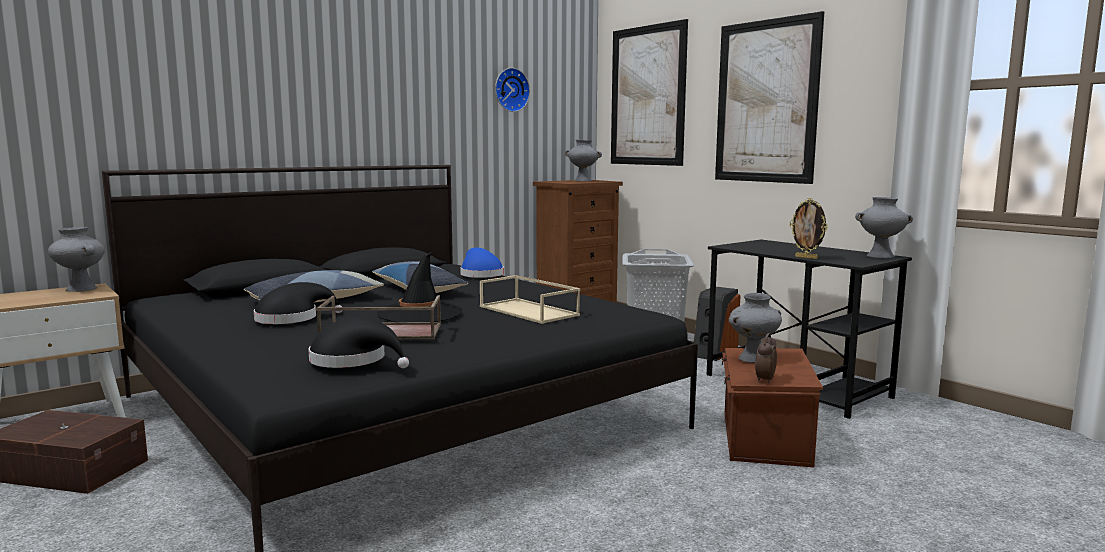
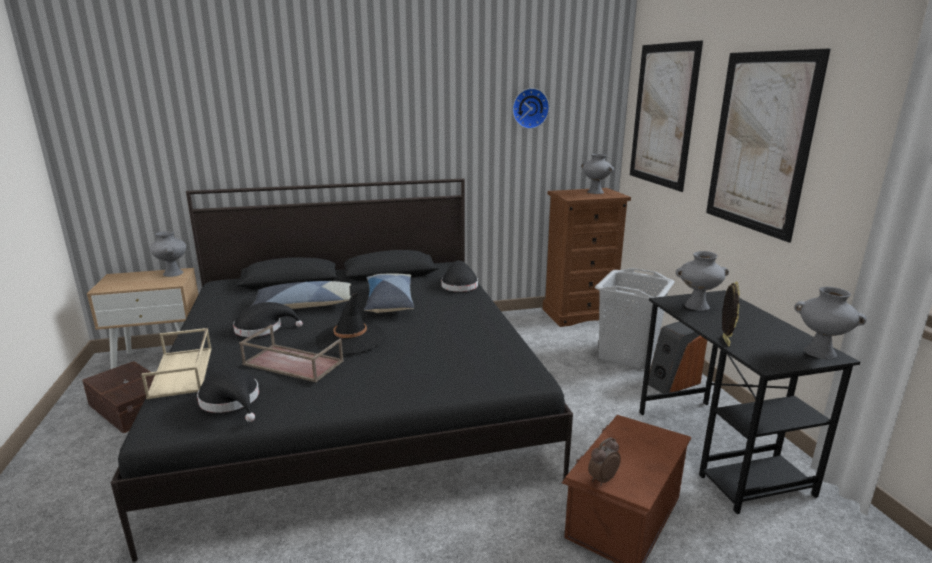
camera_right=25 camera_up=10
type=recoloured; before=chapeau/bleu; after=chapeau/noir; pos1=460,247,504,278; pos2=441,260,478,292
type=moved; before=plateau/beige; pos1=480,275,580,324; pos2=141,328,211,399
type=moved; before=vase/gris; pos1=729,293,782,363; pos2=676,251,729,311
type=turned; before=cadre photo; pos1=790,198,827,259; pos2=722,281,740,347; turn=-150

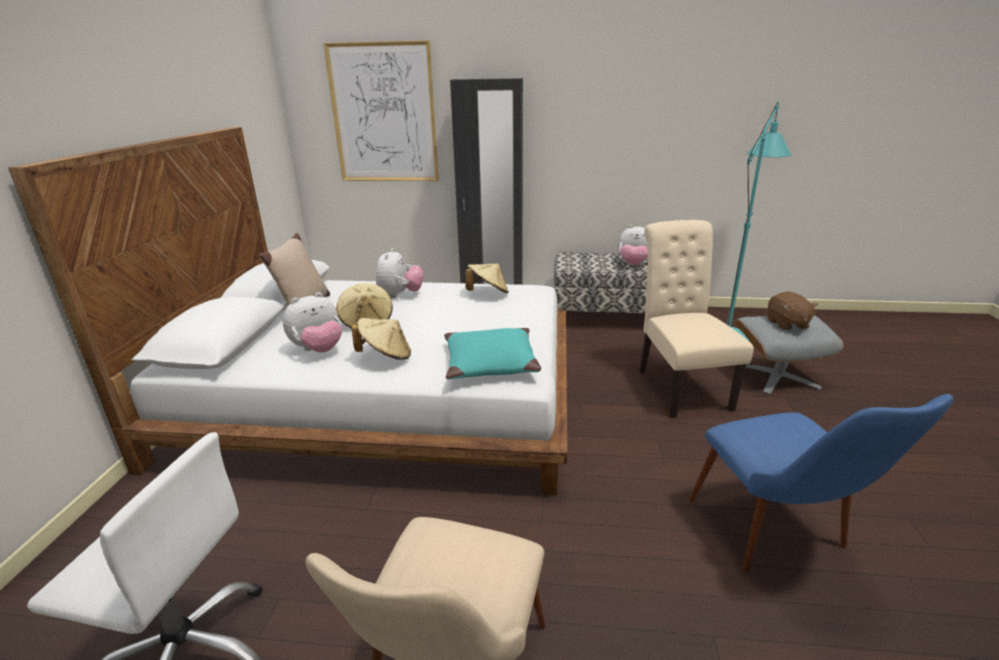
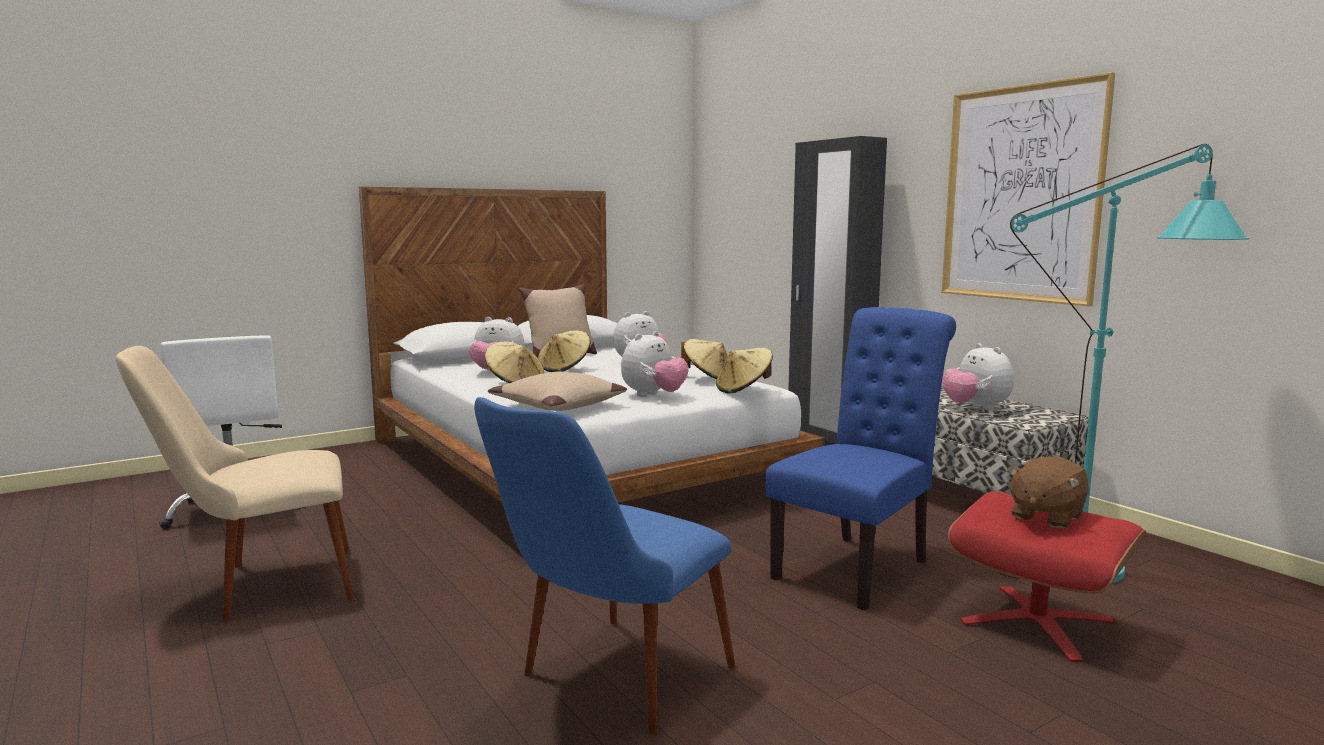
camera_right=50 camera_up=-15
type=moved; before=tableau; pos1=323,40,439,181; pos2=942,72,1115,306
type=recoloured; before=coussin/turquoise; after=coussin/beige; pos1=444,328,541,379; pos2=488,372,627,411
type=recoloured; before=chaise/beige; after=chaise/bleu; pos1=639,220,754,418; pos2=765,307,956,611
type=recoloured; before=pouf/gris; after=pouf/rouge; pos1=735,315,844,394; pos2=948,492,1146,662
type=added; after=peluche; pos2=621,331,689,397
type=added; after=chapeau/beige; pos2=716,348,773,393

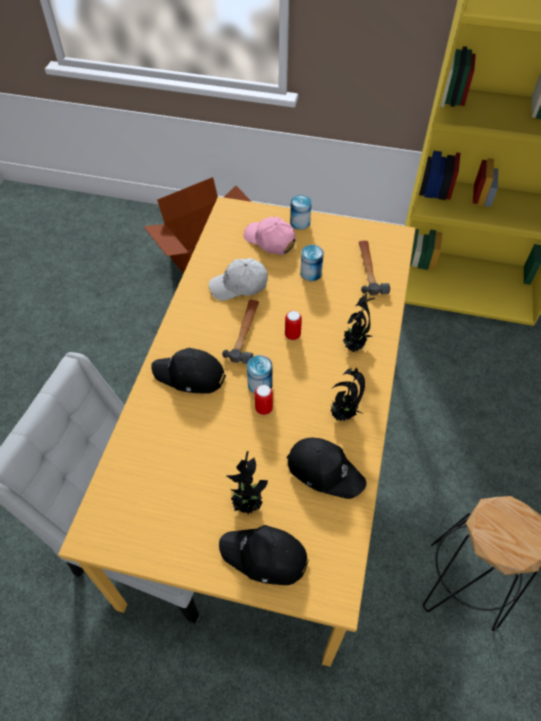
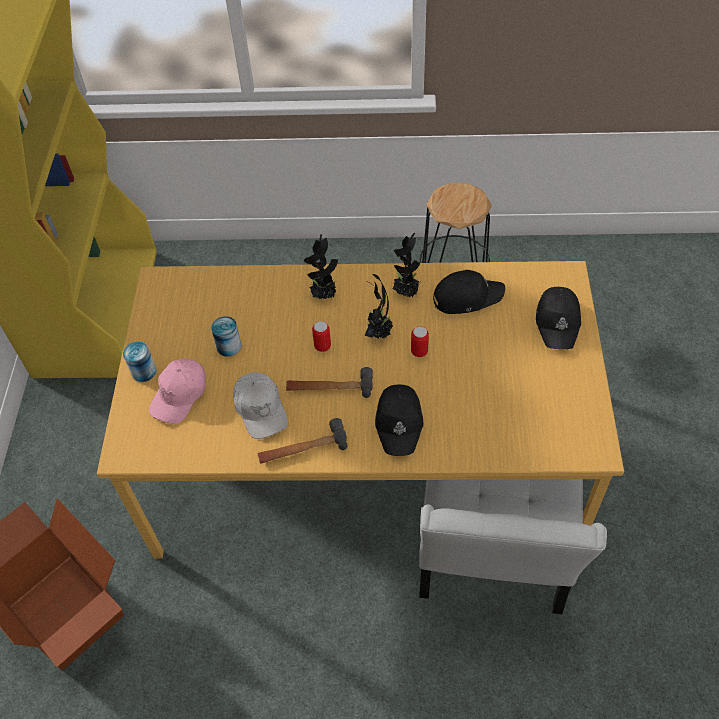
camera_right=-100 camera_up=0
type=moved; before=plante en pot; pos1=227,451,268,515; pos2=364,274,393,339
type=removed; before=boîte métallique; pos1=247,355,273,394
type=turned; before=casquette/noir; pos1=287,438,366,499; pos2=433,270,505,314; turn=60
type=moved; before=marteau; pos1=359,241,390,296; pos2=257,418,348,464

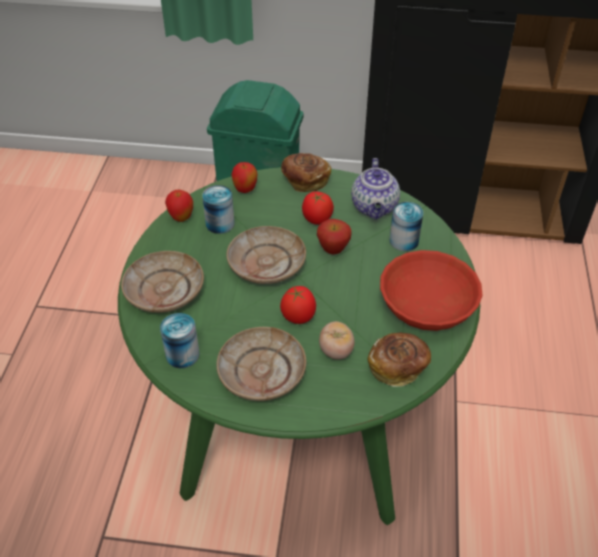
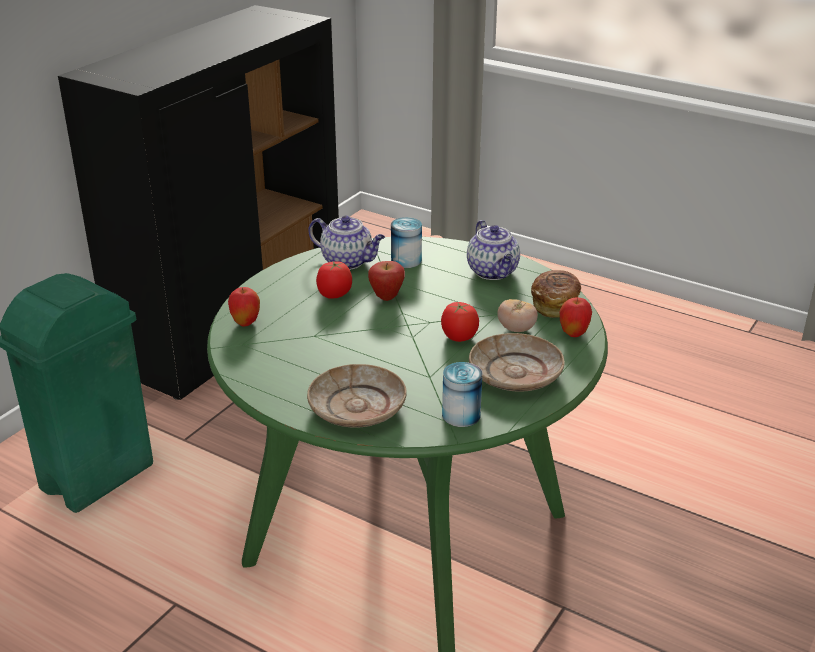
camera_right=-65 camera_up=-15
type=moved; before=pomme; pos1=165,190,193,222; pos2=560,298,592,337
type=removed; before=boîte métallique; pos1=202,185,235,234
type=removed; before=assiette/beige; pos1=226,226,306,284
type=removed; before=pain; pos1=281,153,331,192
type=replaced; before=bol/rouge; after=théière; pos1=380,250,483,331; pos2=467,220,520,280

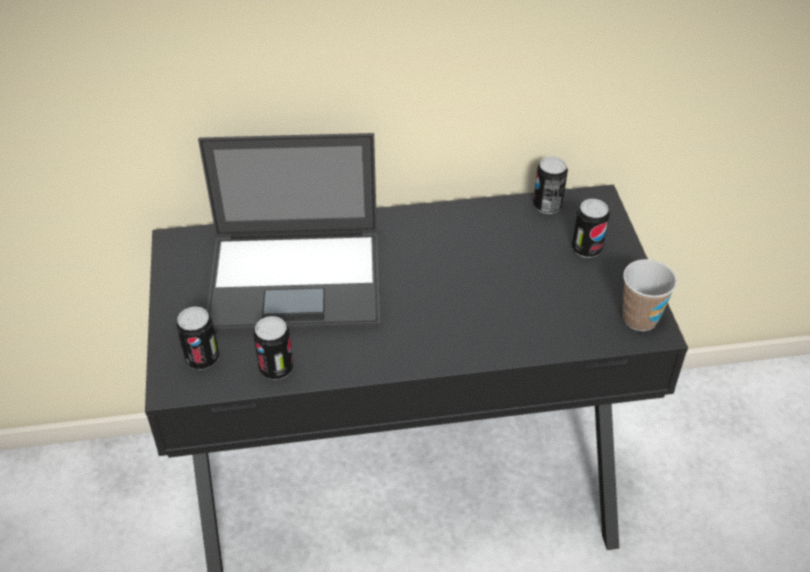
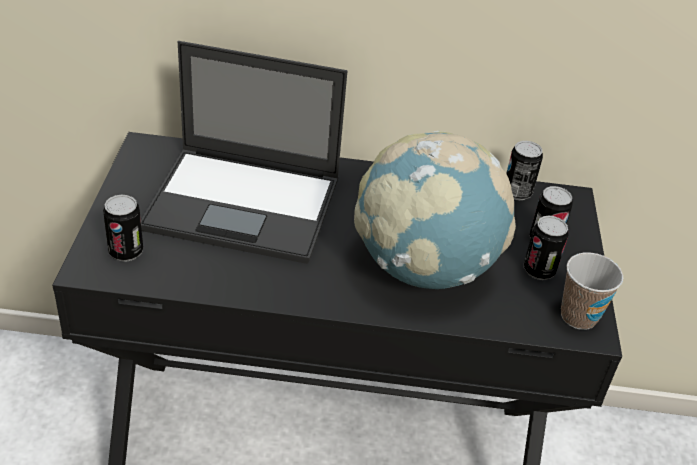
camera_right=10 camera_up=-5
type=moved; before=boîte métallique; pos1=254,316,293,380; pos2=524,216,568,280
type=added; after=globe; pos2=354,131,516,289

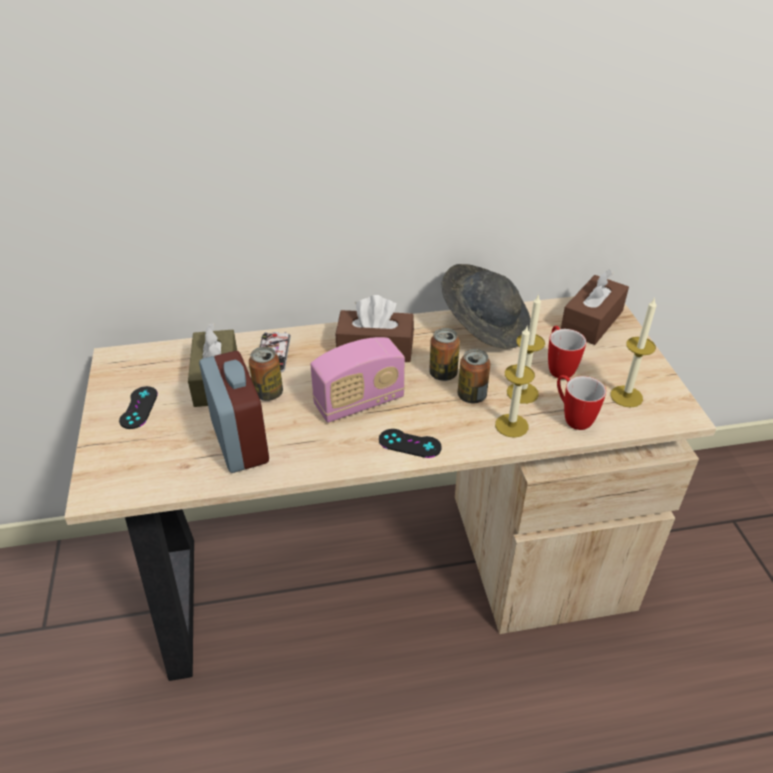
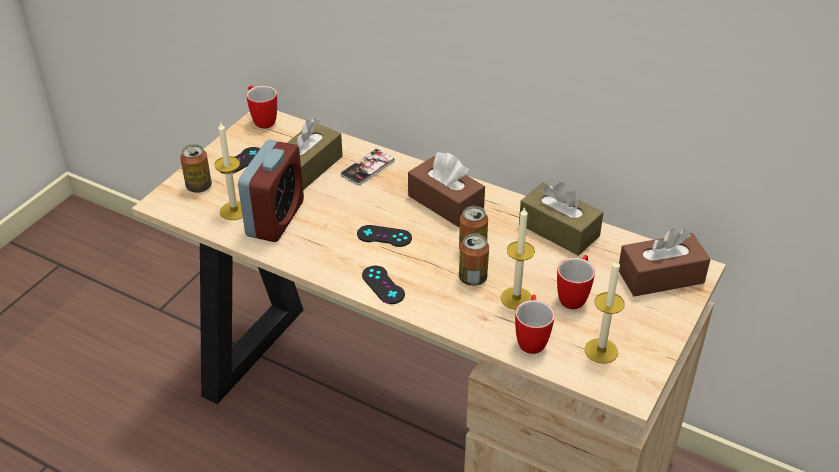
camera_right=40 camera_up=0
type=moved; before=boîte métallique; pos1=249,347,283,401; pos2=180,144,212,193
type=replaced; before=radio; after=manette/noir; pos1=310,337,405,423; pos2=357,225,412,247
type=replaced; before=chapeau/gris; after=boîte à mouchoirs/marron; pos1=441,264,531,349; pos2=519,182,603,256
type=moved; before=bougie; pos1=495,326,535,438; pos2=214,121,243,220
type=added; after=mug; pos2=246,86,277,128

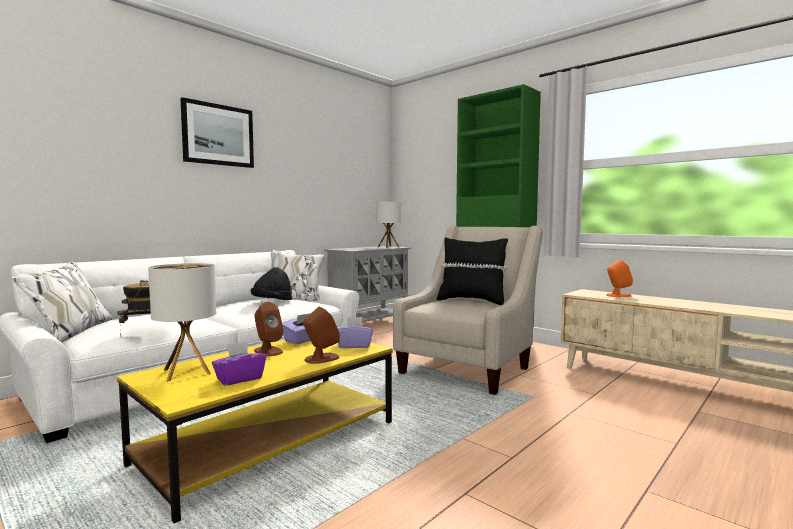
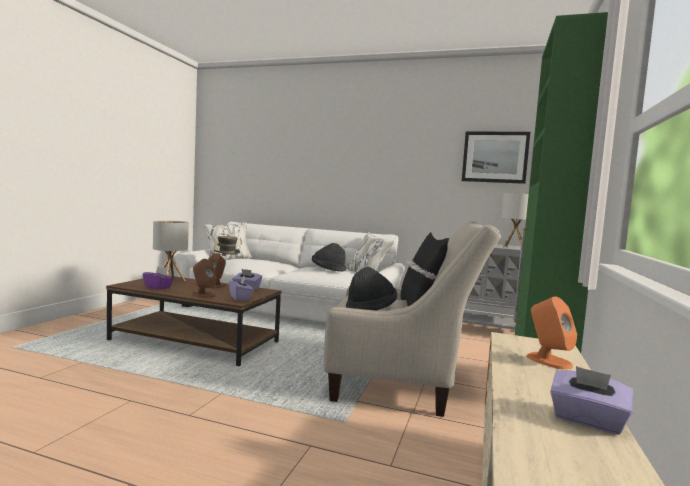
camera_right=65 camera_up=0
type=recoloured; before=table basse/jaune; after=table basse/marron; pos1=117,340,393,523; pos2=106,276,281,366
type=moved; before=tableau; pos1=180,97,254,168; pos2=462,131,530,184
type=added; after=chapeau/noir; pos2=346,267,397,311
type=added; after=boîte à mouchoirs/violet; pos2=550,366,633,435

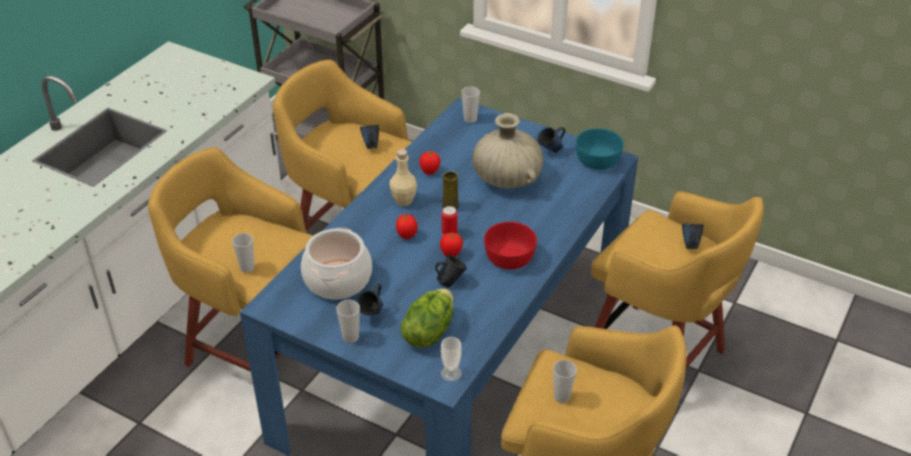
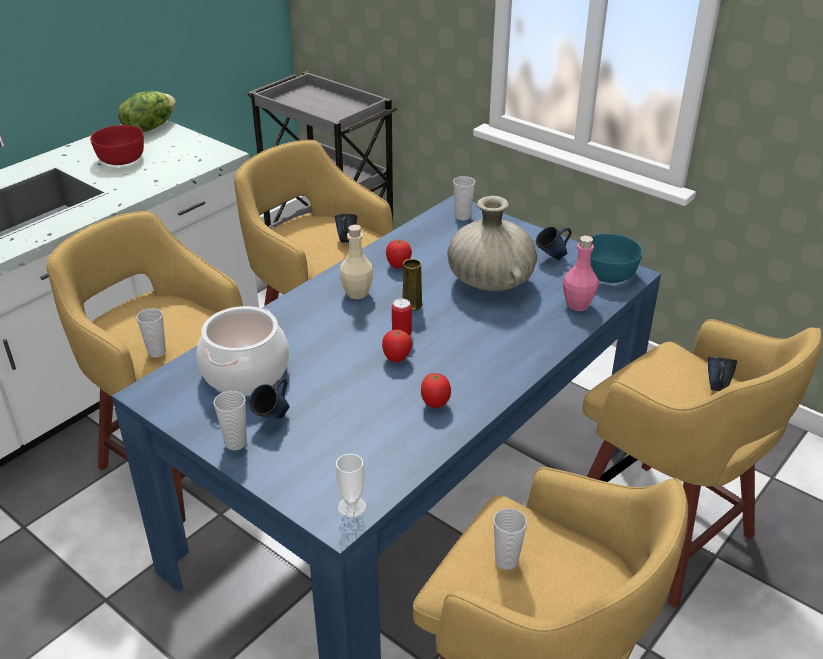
camera_right=10 camera_up=-5
type=moved; before=tomate; pos1=396,214,418,239; pos2=421,373,451,408
type=moved; before=laitue; pos1=401,288,453,348; pos2=118,91,176,132
type=removed; before=mug/bleu; pos1=435,255,467,288
type=moved; before=bol/rouge; pos1=484,222,537,269; pos2=90,125,144,165
type=added; after=bouteille/rose; pos2=563,236,599,311

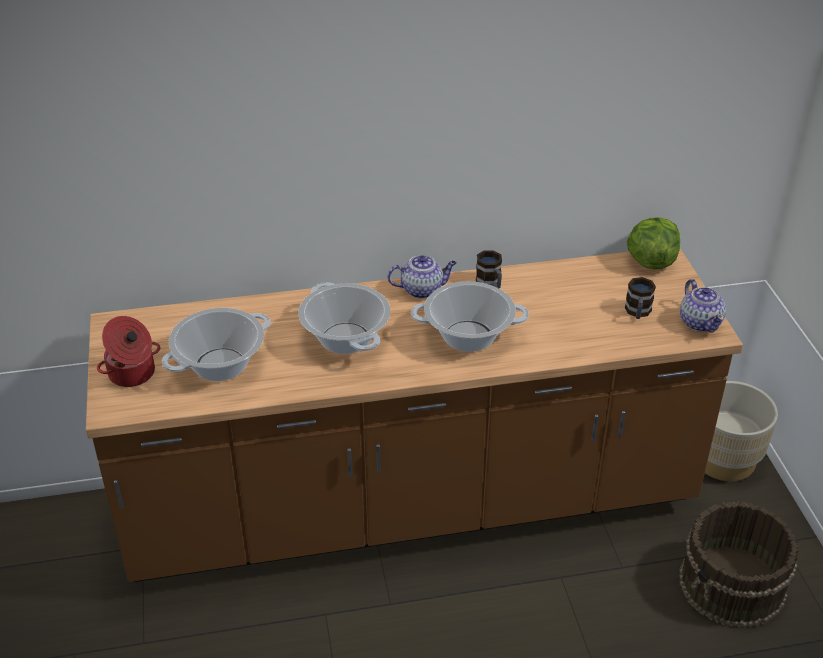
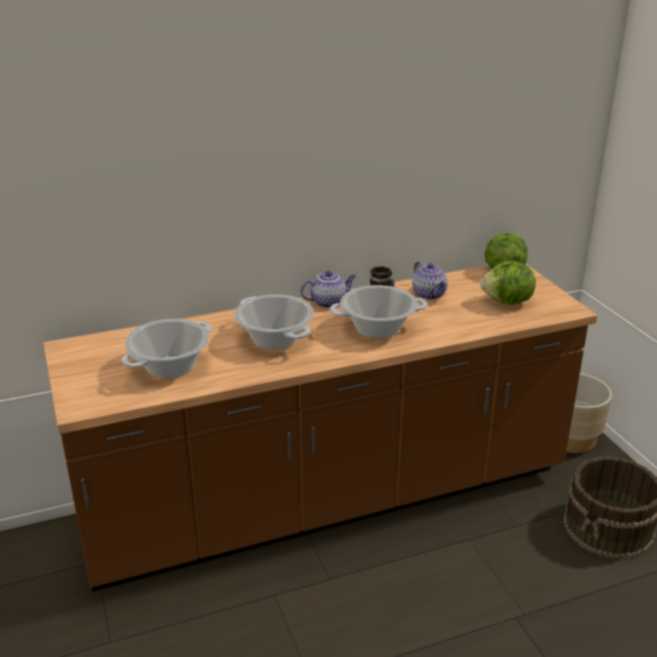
camera_right=-10 camera_up=-10
type=removed; before=marmite; pos1=97,316,160,387
type=replaced; before=mug; after=laitue; pos1=625,277,656,319; pos2=480,261,536,305
type=moved; before=théière; pos1=680,279,726,333; pos2=412,261,448,300

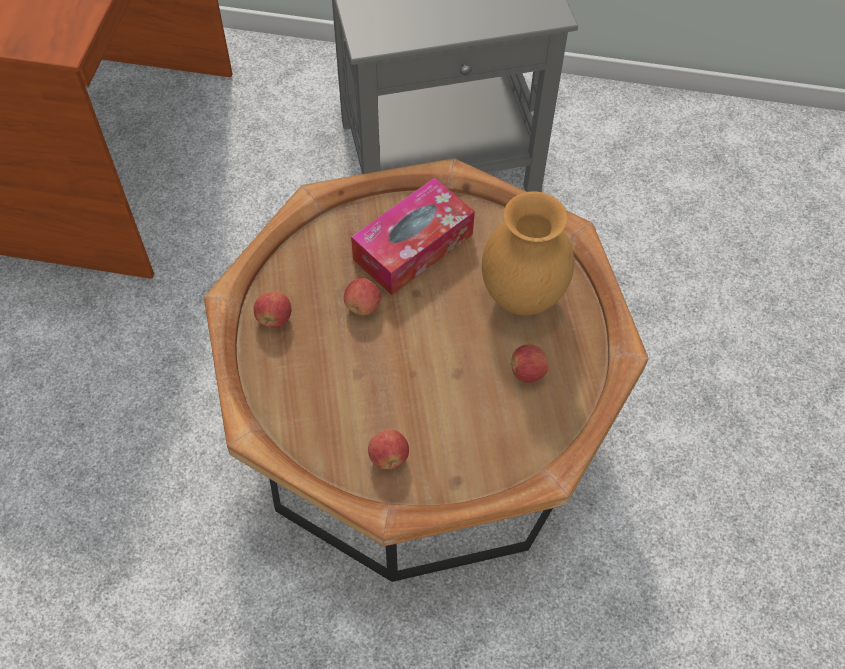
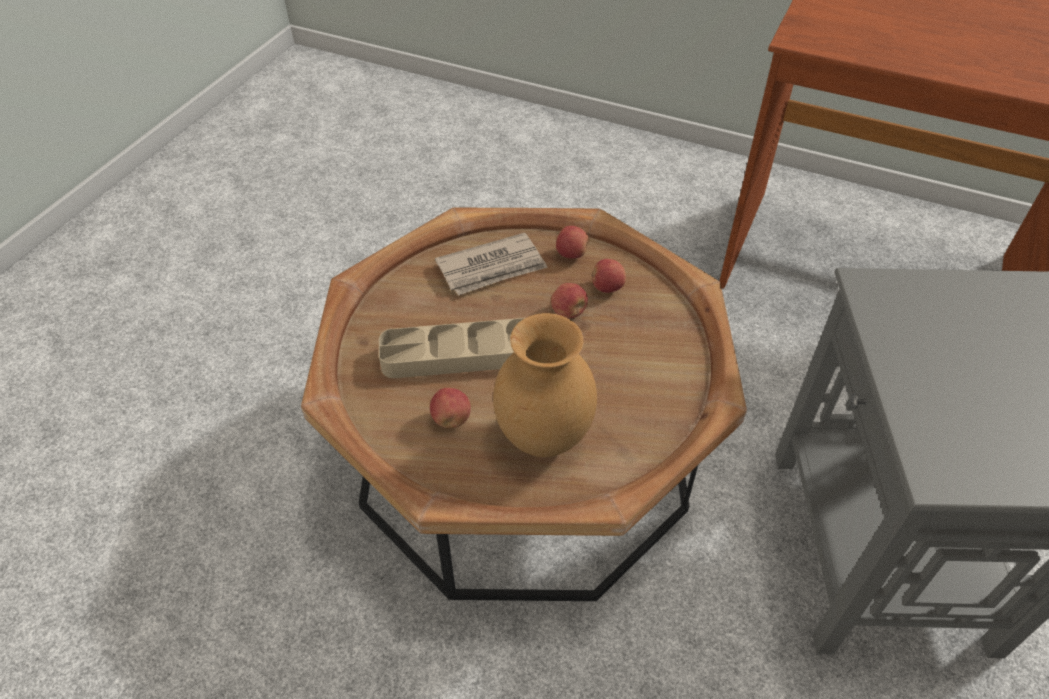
camera_right=105 camera_up=-10
type=removed; before=boîte à mouchoirs; pos1=351,178,475,295
type=moved; before=pomme; pos1=368,429,409,470; pos2=591,259,626,293
type=added; after=plateau/beige; pos2=379,318,525,378
type=added; after=journal; pos2=435,233,548,296

